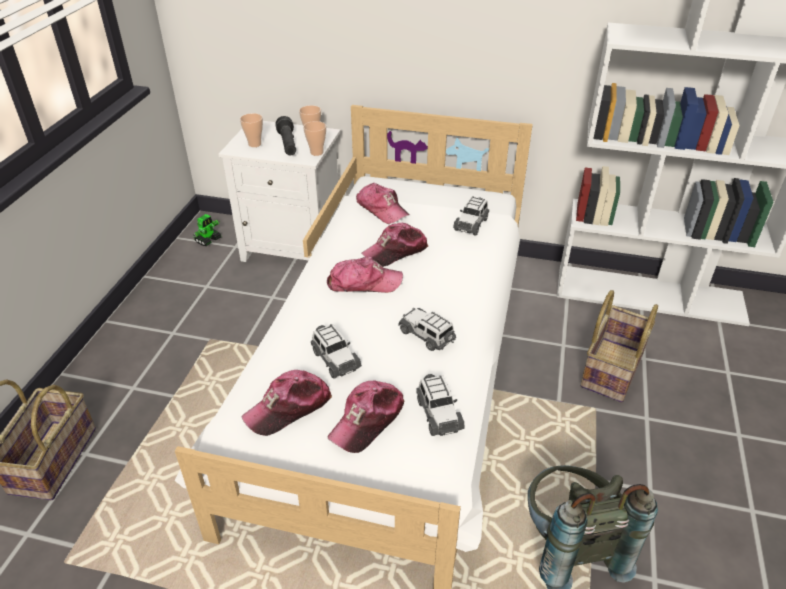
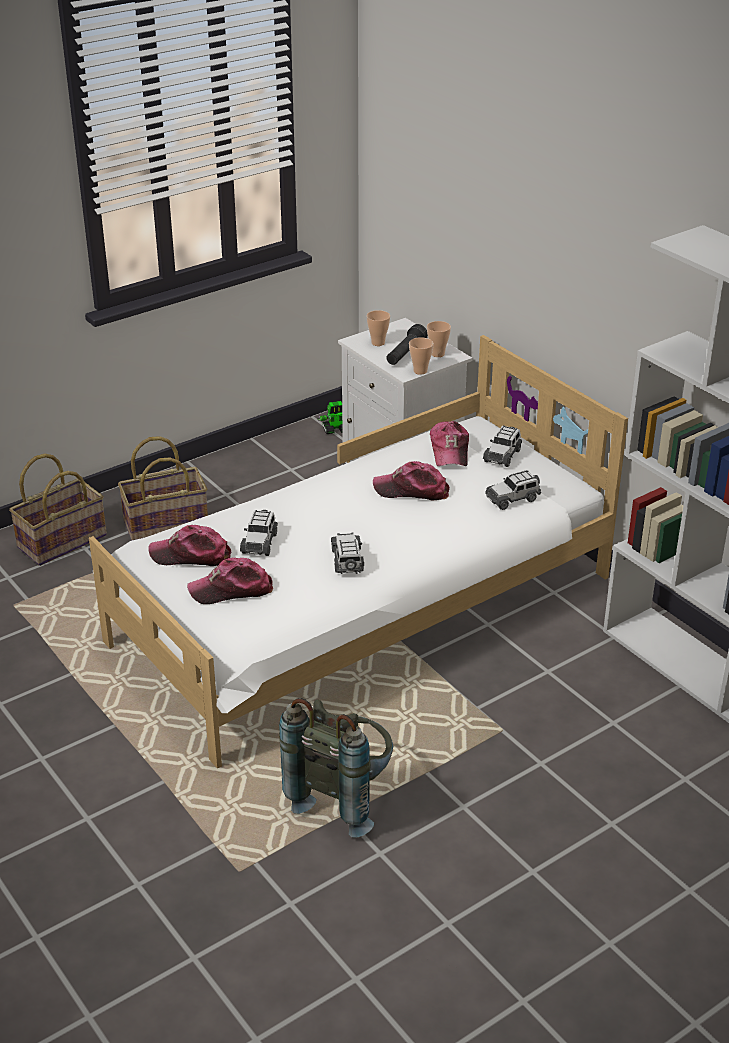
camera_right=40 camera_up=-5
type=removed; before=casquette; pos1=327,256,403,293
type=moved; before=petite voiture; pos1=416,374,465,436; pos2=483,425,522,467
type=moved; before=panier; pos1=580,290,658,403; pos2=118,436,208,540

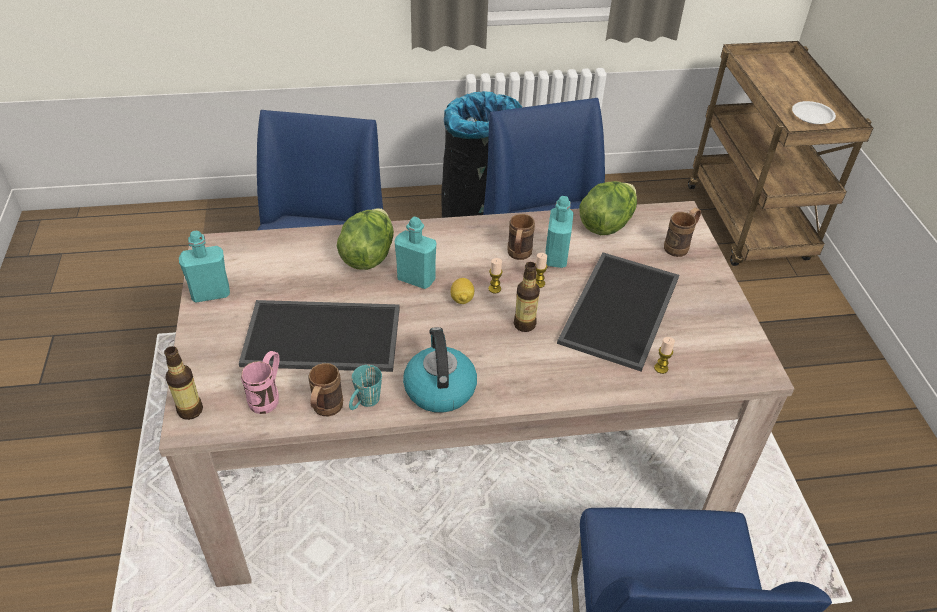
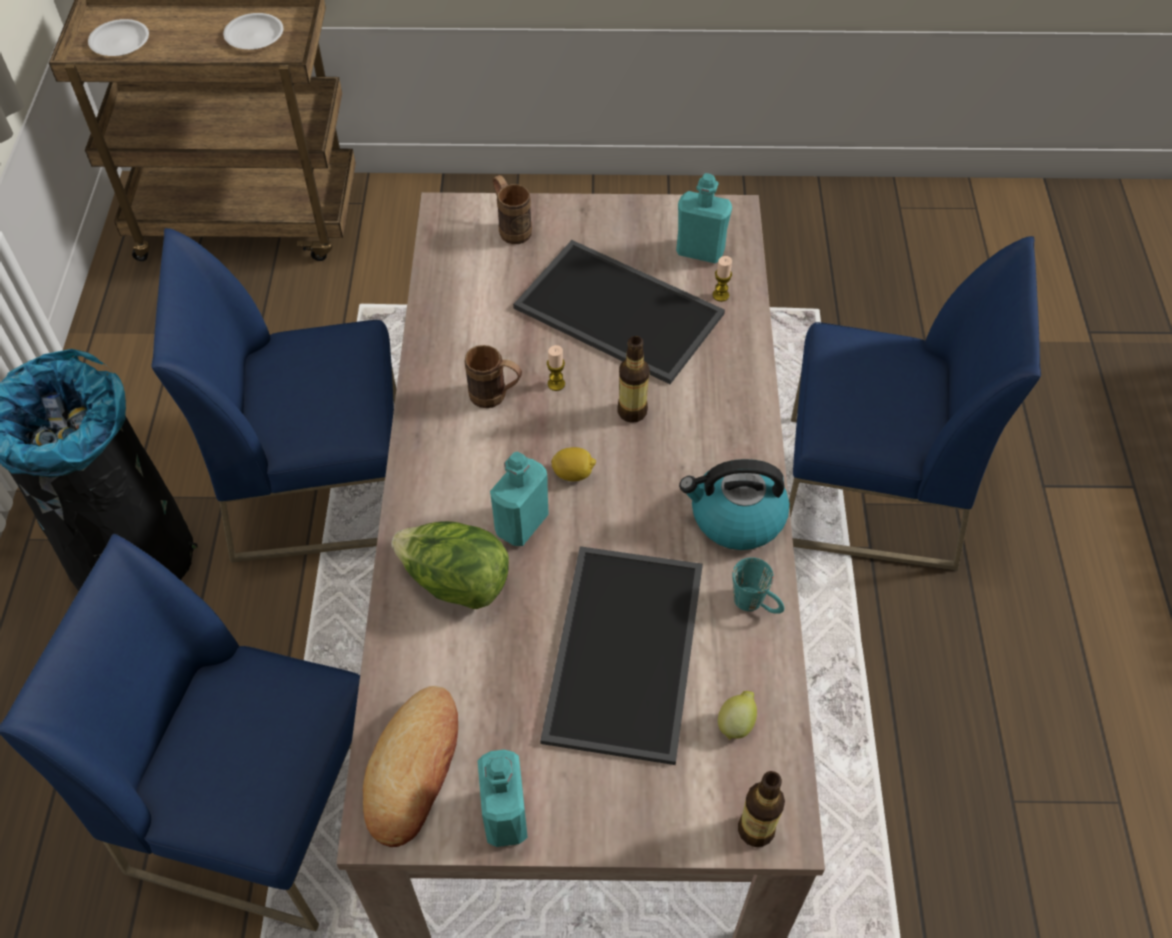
camera_right=-80 camera_up=10
type=replaced; before=mug/rose; after=citron; pos1=241,351,279,414; pos2=718,691,757,740
type=removed; before=mug/marron; pos1=308,363,343,416
type=removed; before=bougie; pos1=488,258,502,294
type=moved; before=bouteille/turquoise; pos1=545,196,574,268; pos2=676,173,732,264
type=removed; before=laitue; pos1=580,181,637,235
type=added; after=assiette/blanc; pos2=88,19,149,56
type=added; after=pain; pos2=363,686,458,847

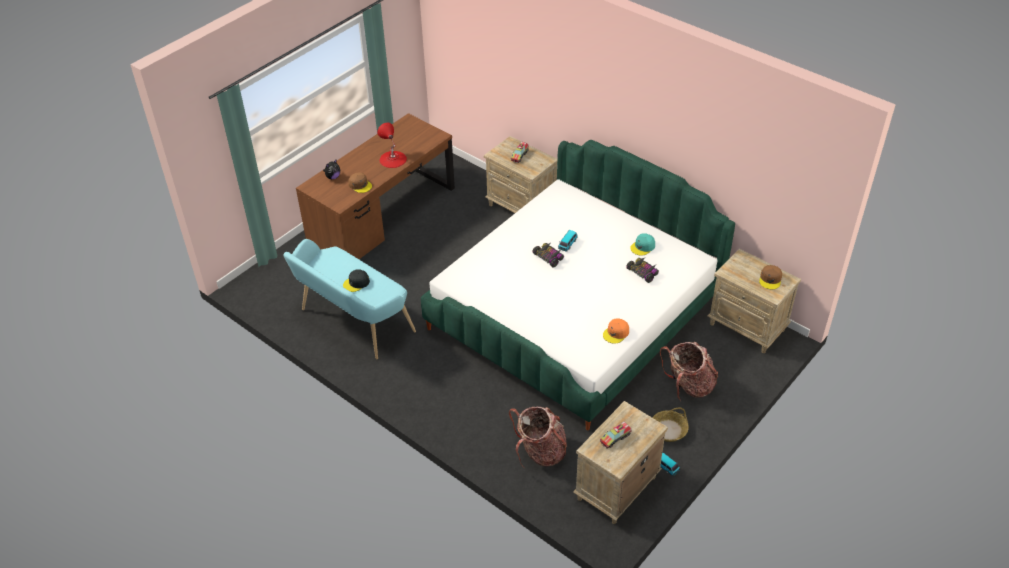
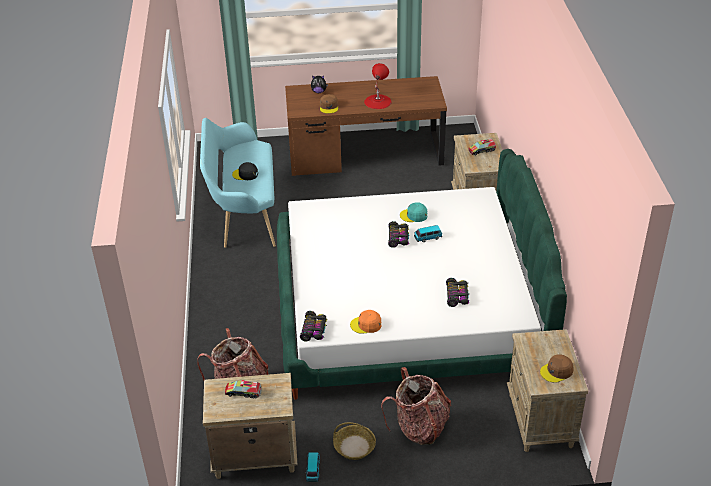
camera_right=45 camera_up=-5
type=moved; before=casquette/turquoise; pos1=630,233,655,255; pos2=400,202,428,222
type=added; after=petite voiture; pos2=300,311,327,341

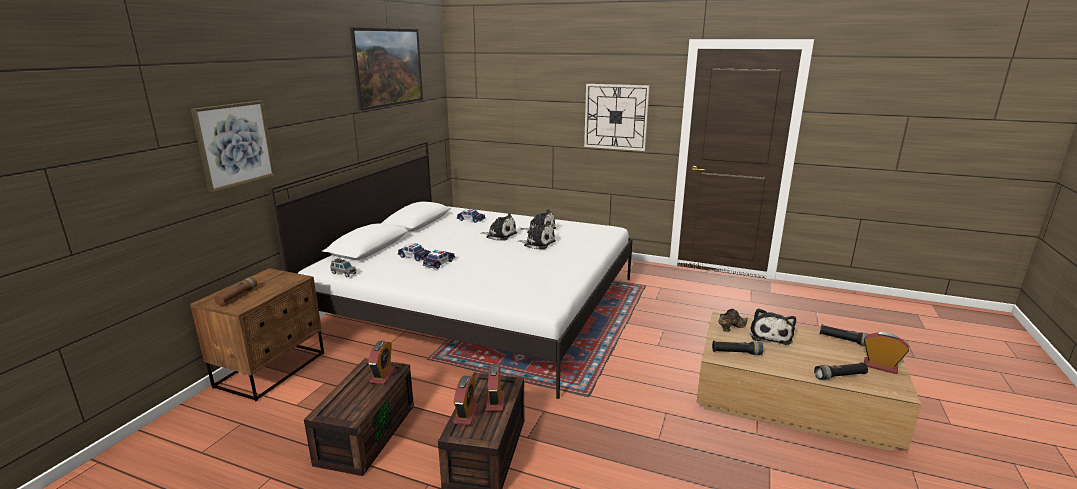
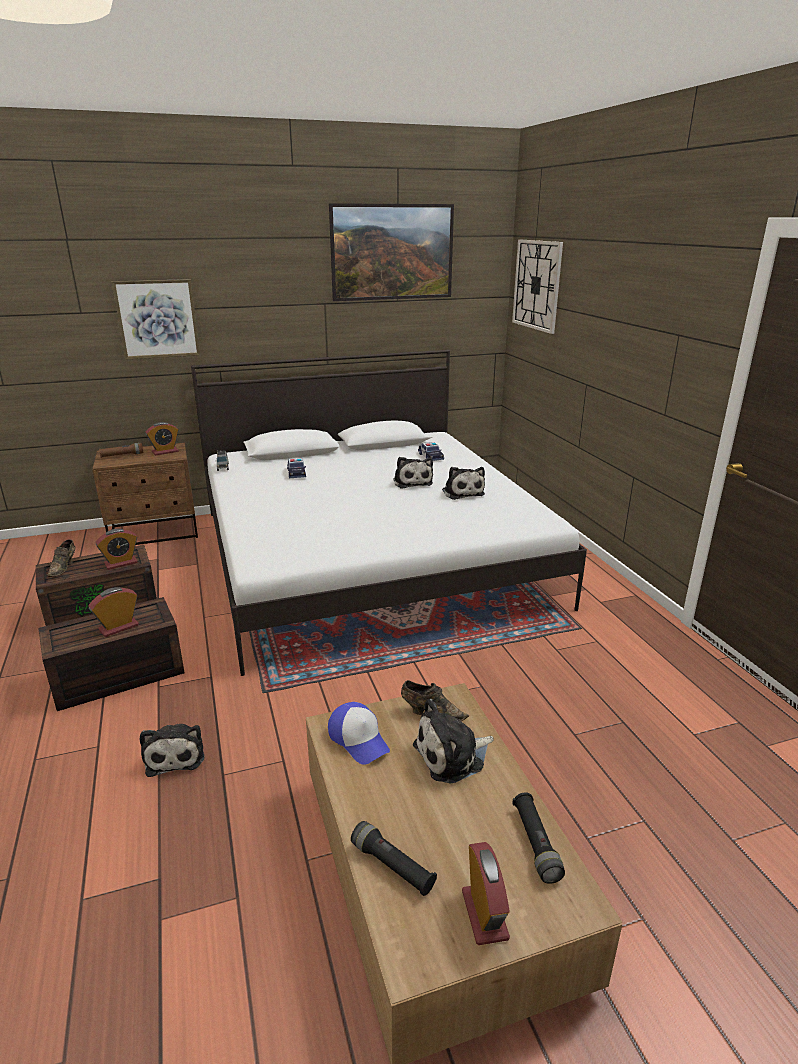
camera_right=50 camera_up=5
type=removed; before=petite voiture; pos1=423,250,455,269
type=moved; before=réveil; pos1=453,376,479,426; pos2=145,422,179,456
type=moved; before=peluche; pos1=517,221,556,249; pos2=140,724,205,777
type=moved; before=horloge murale; pos1=584,84,650,151; pos2=512,240,563,334
type=replaced; before=lampe de poche/noir; after=casquette; pos1=712,341,763,355; pos2=328,702,390,765
type=added; after=chaussure/marron; pos2=47,539,76,577

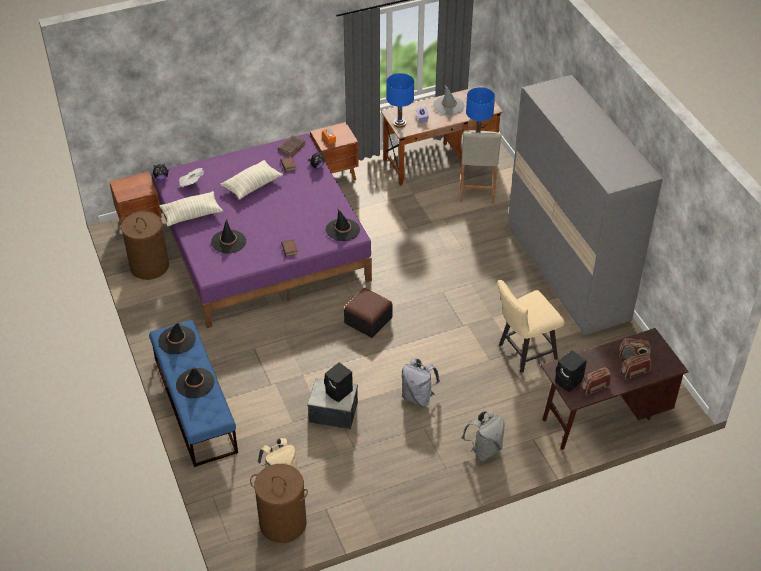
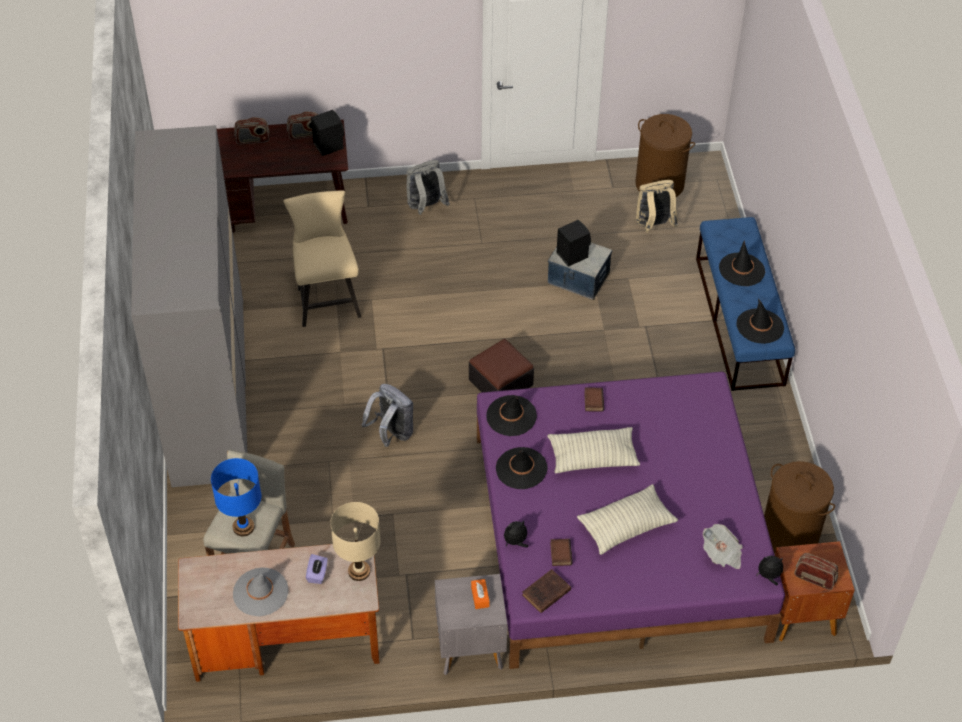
camera_right=-165 camera_up=5
type=moved; before=coussin; pos1=159,191,223,226; pos2=547,427,640,473
type=moved; before=chapeau/noir; pos1=211,220,246,254; pos2=496,447,548,489
type=recoloured; before=table de chevet/marron; after=table de chevet/gris; pos1=310,122,359,181; pos2=435,574,508,675
type=recoloured; before=lampe de table/bleu; after=lampe de table/beige; pos1=386,73,414,128; pos2=330,502,380,581
type=moved; before=sac à dos/gris; pos1=402,359,440,407; pos2=361,384,413,447
type=turned; before=chaise/beige; pos1=497,280,565,373; pos2=283,190,361,327; turn=-90
type=moved; before=radio; pos1=619,338,650,359; pos2=794,553,838,590

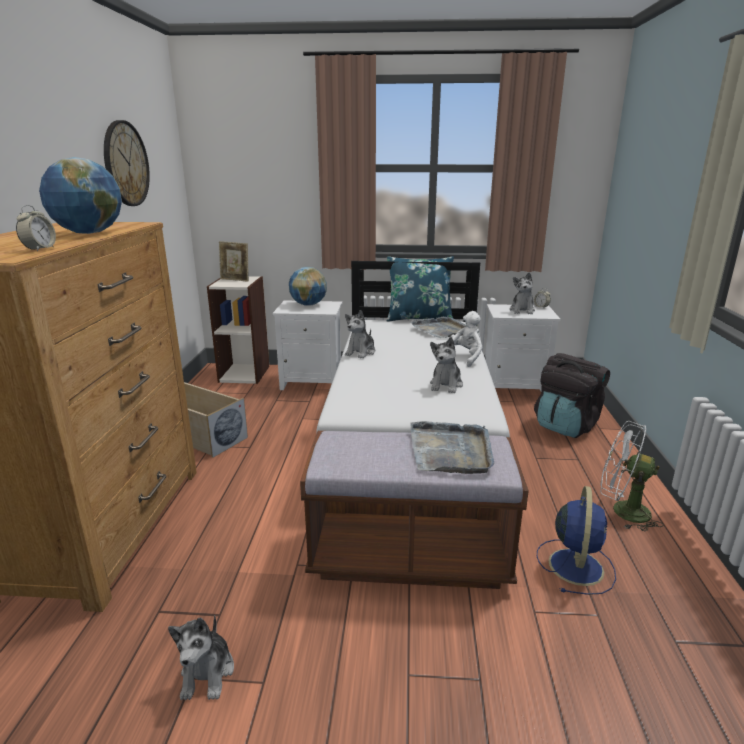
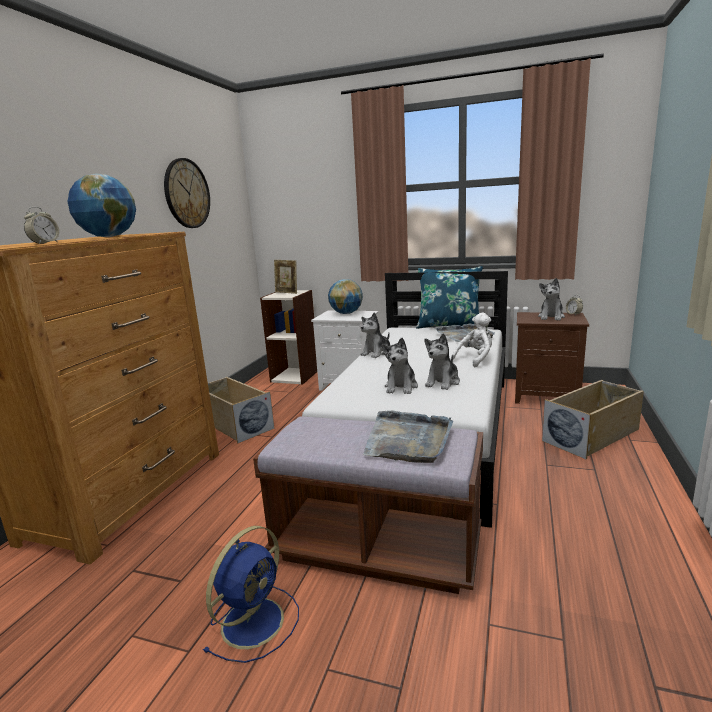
camera_right=15 camera_up=-5
type=moved; before=peluche; pos1=168,615,234,700; pos2=382,338,418,394
type=recoloured; before=table de chevet/blanc; after=table de chevet/marron; pos1=485,304,561,391; pos2=515,312,589,404
type=replaced; before=sac à dos/noir; after=boîte de rangement/beige; pos1=534,353,610,438; pos2=542,380,644,459
type=moved; before=ventilateur/bleu; pos1=537,486,616,595; pos2=203,526,299,663
type=removed; before=ventilateur/blanc; pos1=600,421,663,531

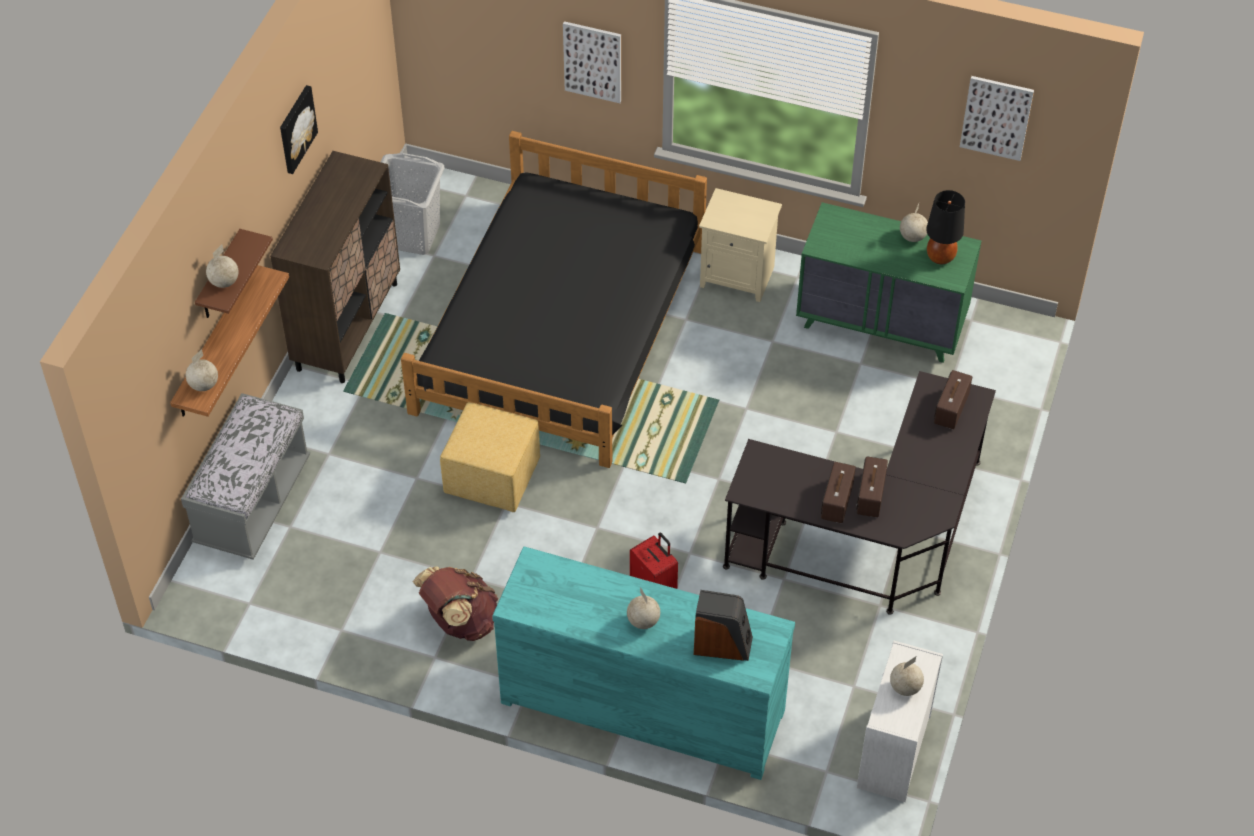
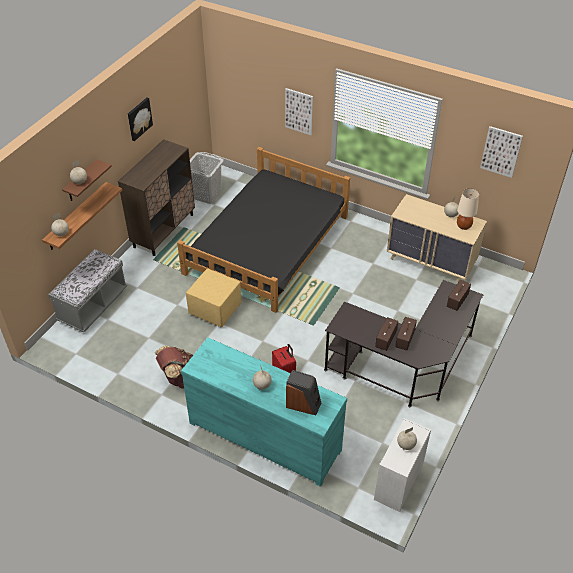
camera_right=10 camera_up=-5
type=removed; before=table de chevet/beige; pos1=699,188,782,302
type=recoloured; before=commode/vert; after=commode/beige; pos1=796,202,981,363; pos2=387,194,487,282
type=recoloured; before=lampe de table/noir; after=lampe de table/beige; pos1=926,190,965,264; pos2=457,188,479,230

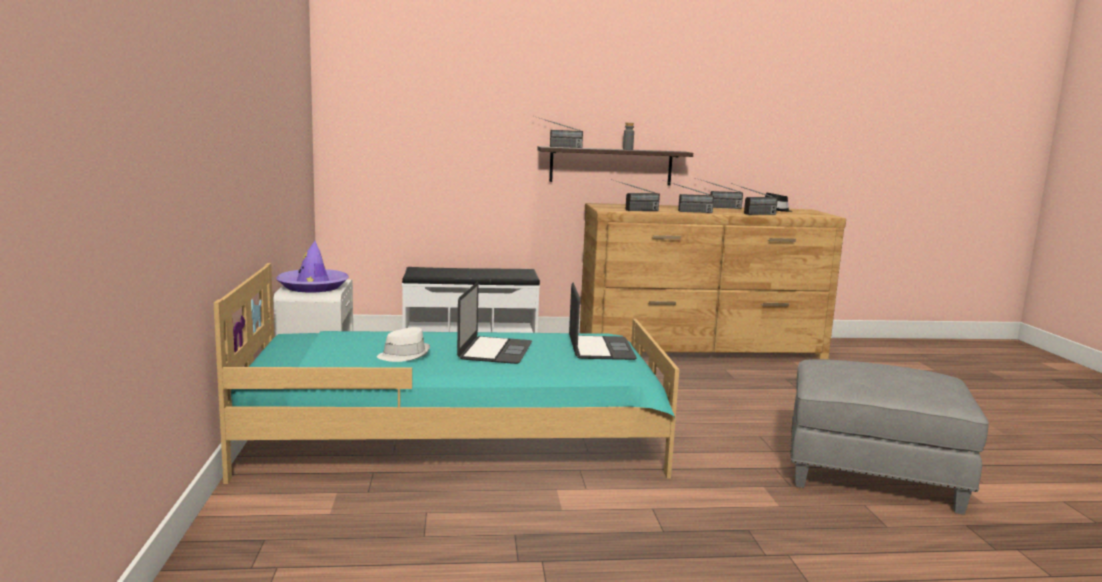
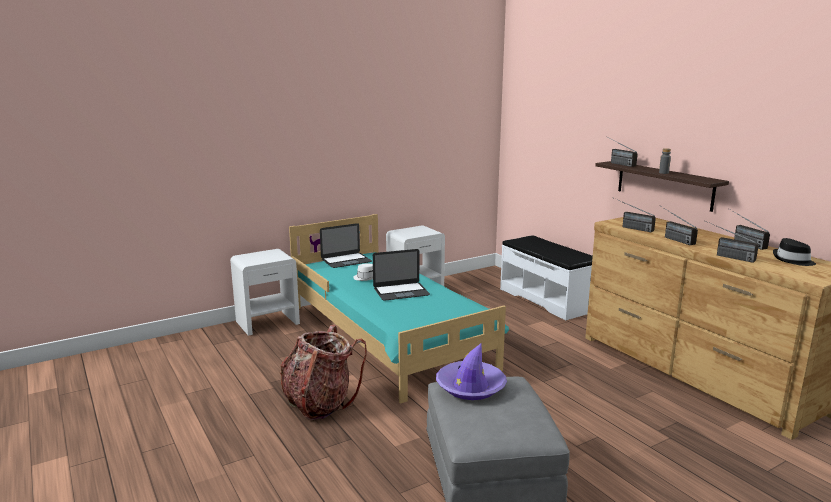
camera_right=65 camera_up=5
type=moved; before=chapeau/violet; pos1=276,241,349,292; pos2=436,344,507,400
type=moved; before=ordinateur portable; pos1=569,282,637,360; pos2=320,223,372,268
type=added; after=table de chevet/blanc; pos2=230,249,300,336
type=added; after=sac à dos; pos2=280,325,367,420

